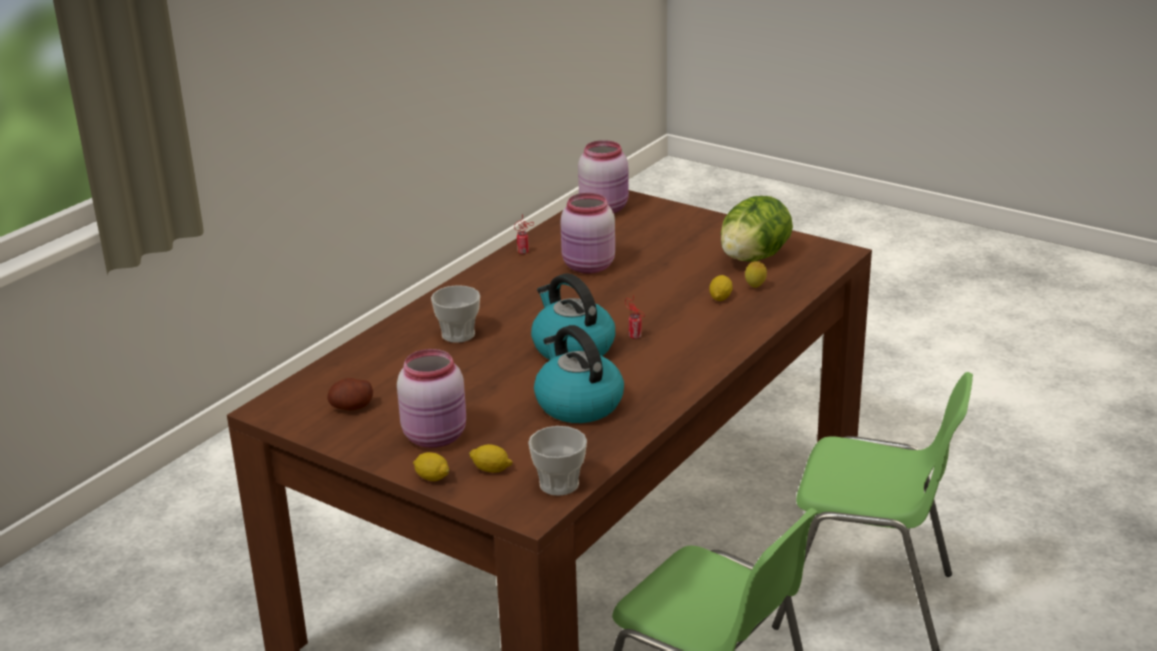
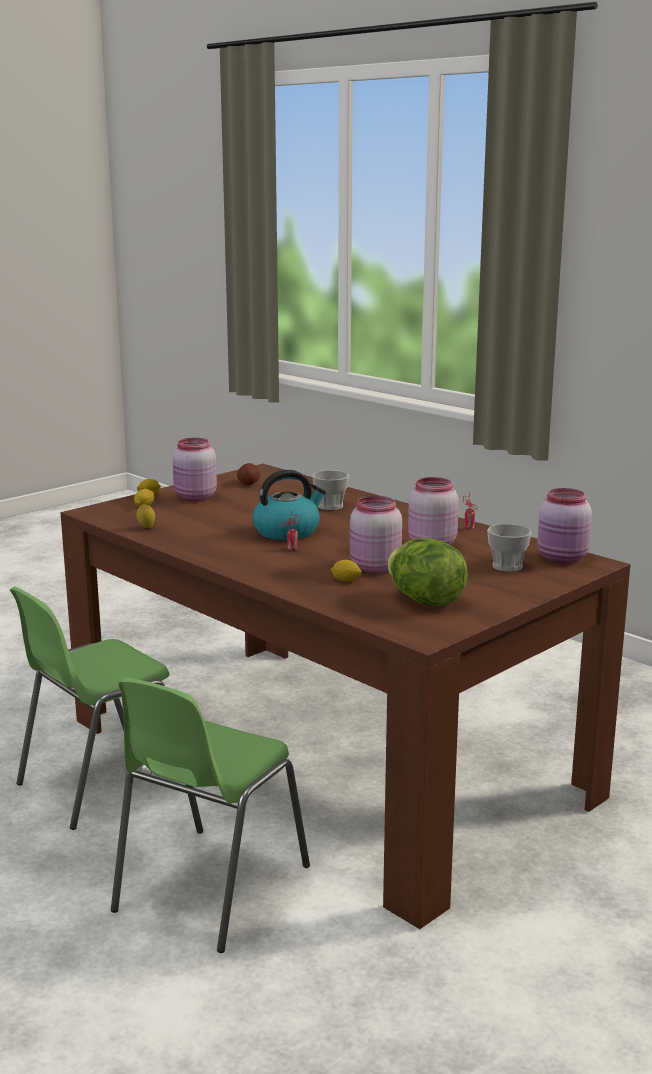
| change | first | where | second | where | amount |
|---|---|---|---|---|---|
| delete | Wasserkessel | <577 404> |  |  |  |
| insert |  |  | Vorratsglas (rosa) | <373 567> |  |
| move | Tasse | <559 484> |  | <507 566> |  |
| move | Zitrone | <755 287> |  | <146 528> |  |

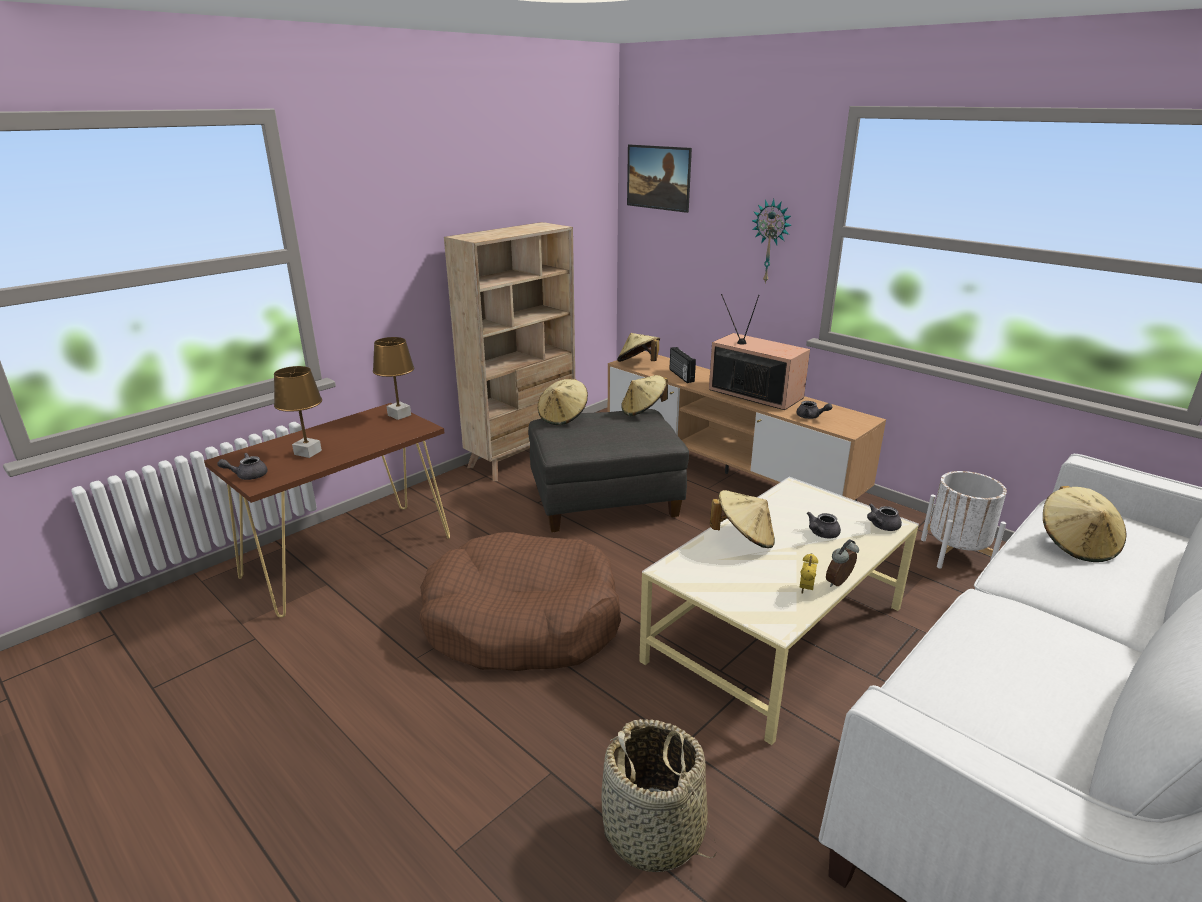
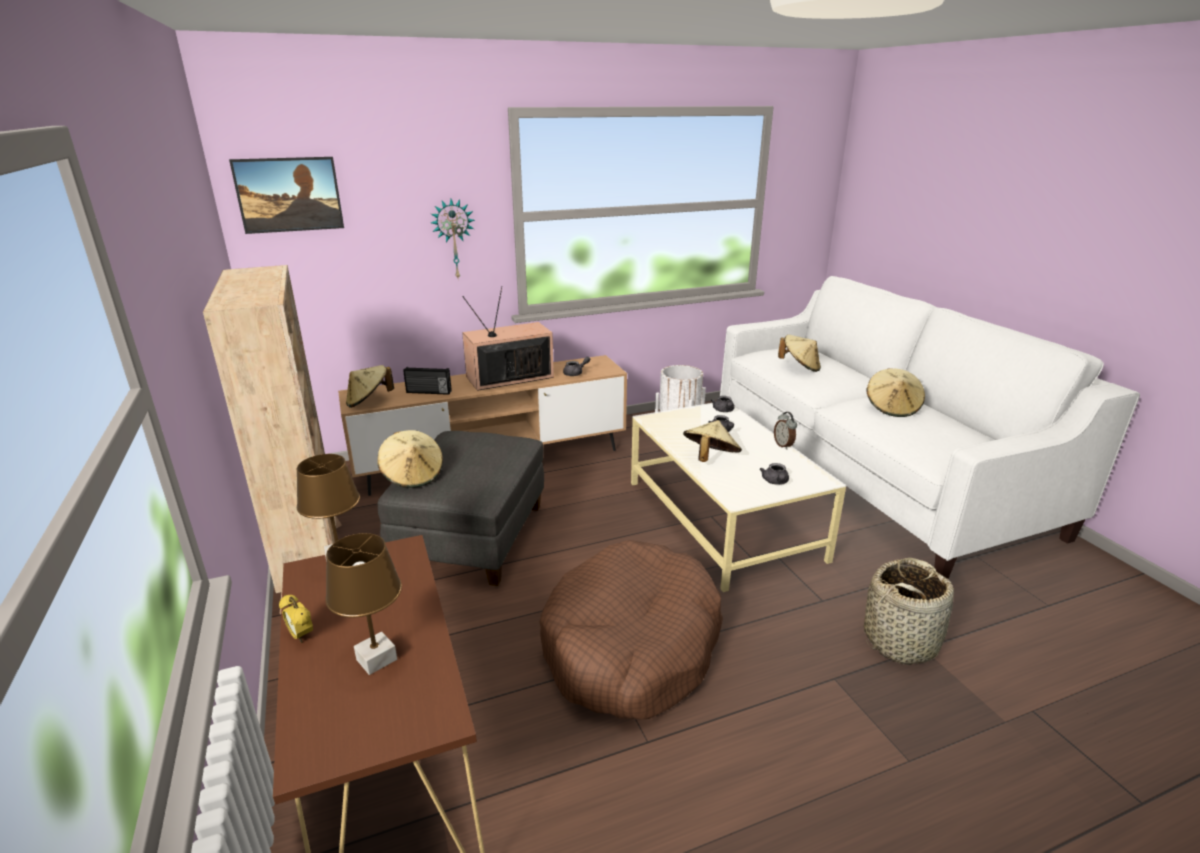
| change | first | where | second | where | amount |
|---|---|---|---|---|---|
| move | Teekanne (grau) | <247 475> |  | <775 482> |  |
| move | Hut (beige) | <643 410> |  | <892 408> |  |
| move | Wecker | <806 589> |  | <301 636> |  |

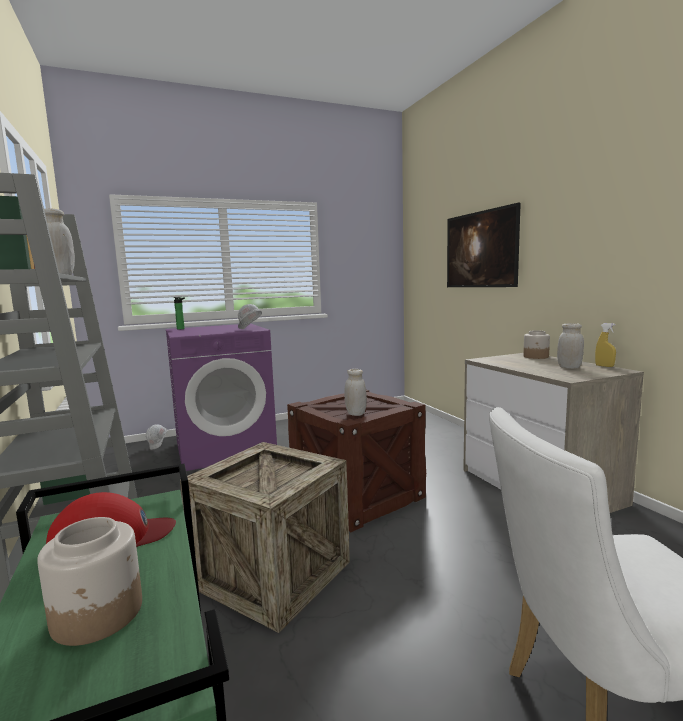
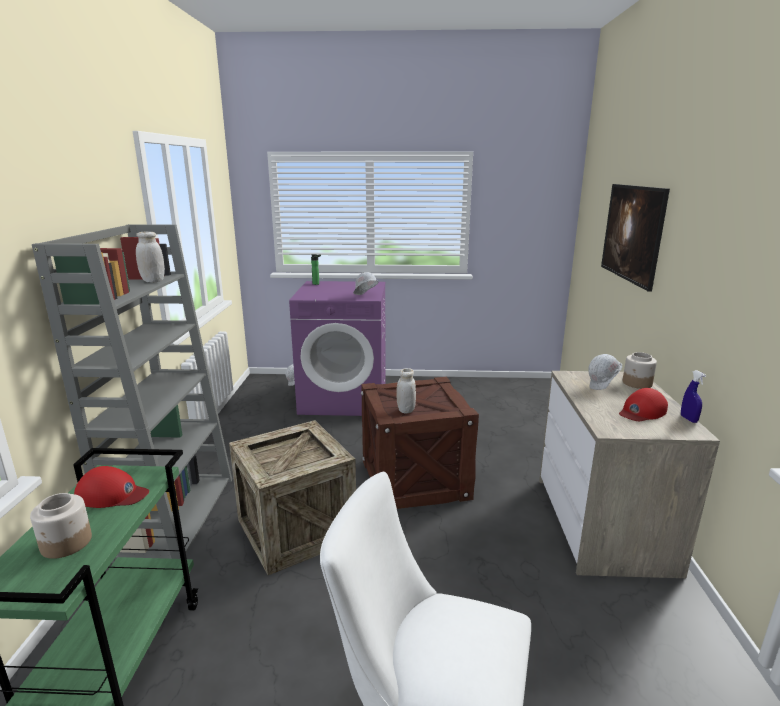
| change | first | where | second | where | amount |
|---|---|---|---|---|---|
| insert |  |  | Schutzhelm (weiß) | <602 388> |  |
| replace | Vorratsglas (weiß) | <569 367> | Kappe (rot) | <642 411> |  |
| recolor | Sprühflasche (gelb) | <604 366> | Sprühflasche (blau) | <688 419> |  |

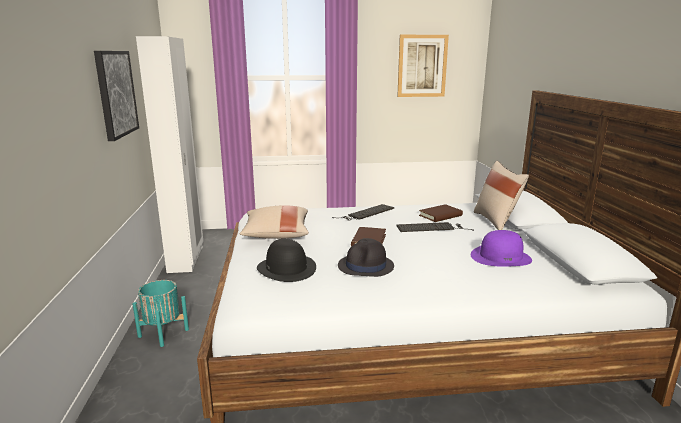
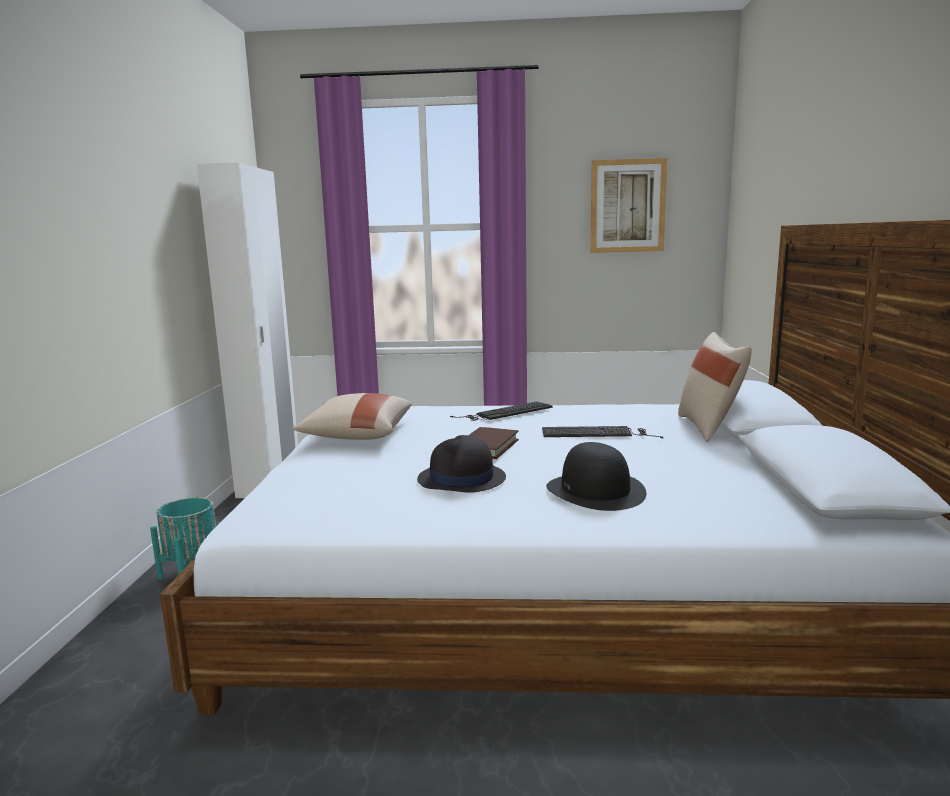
| change | first | where | second | where | amount |
|---|---|---|---|---|---|
| delete | Bild | <115 93> |  |  |  |
| delete | Buch (braun) | <440 215> |  |  |  |
| delete | Hut (lila) | <501 257> |  |  |  |
| move | Hut (schwarz) | <286 268> |  | <595 491> |  |

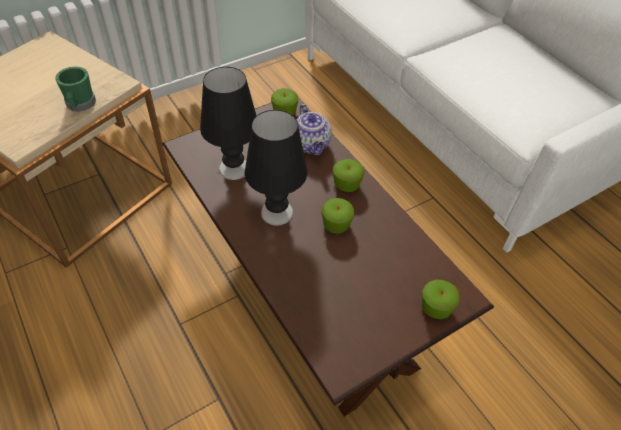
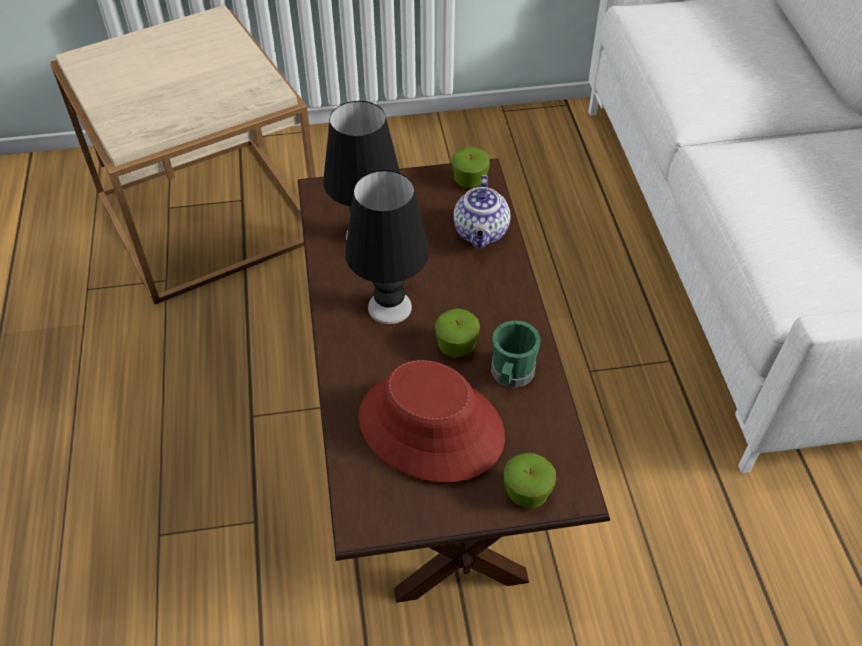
| change | first | where | second | where | amount |
|---|---|---|---|---|---|
| delete | Apfel | <346 185> |  |  |  |
| insert |  |  | Hut (rot) | <430 427> |  |
| move | Henkelbecher (grün) | <80 105> |  | <511 374> |  |

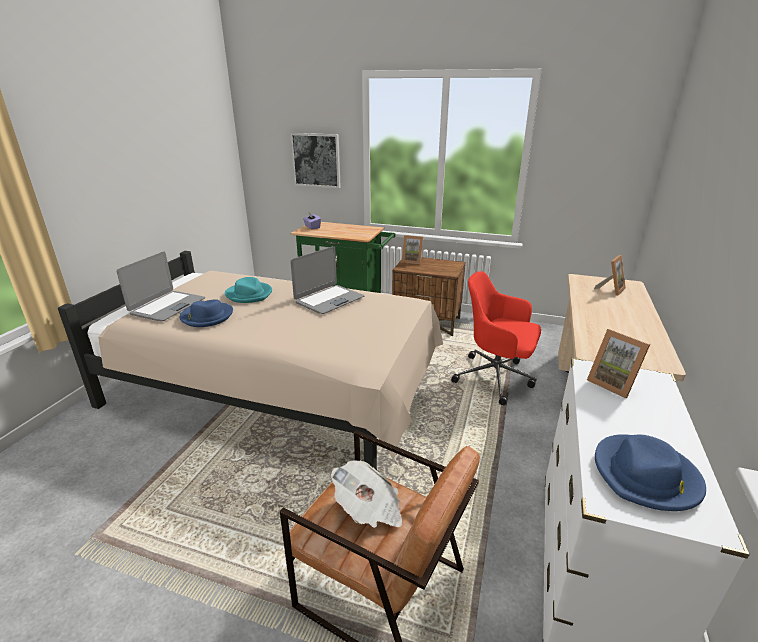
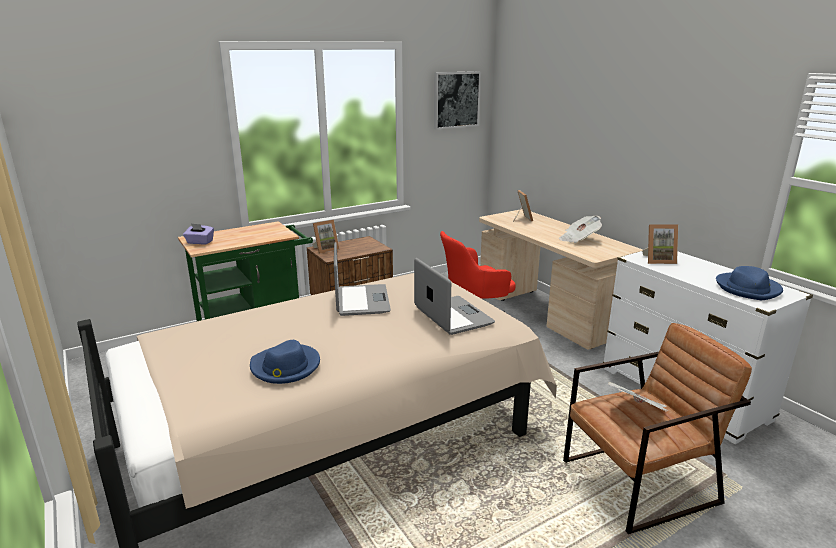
| change | first | where | second | where | amount |
|---|---|---|---|---|---|
| delete | Hut (türkis) | <249 294> |  |  |  |
| insert |  |  | Zeitung | <579 239> |  |
| move | Laptop | <167 306> |  | <452 316> |  |
| move | Bild | <316 160> |  | <456 100> |  |

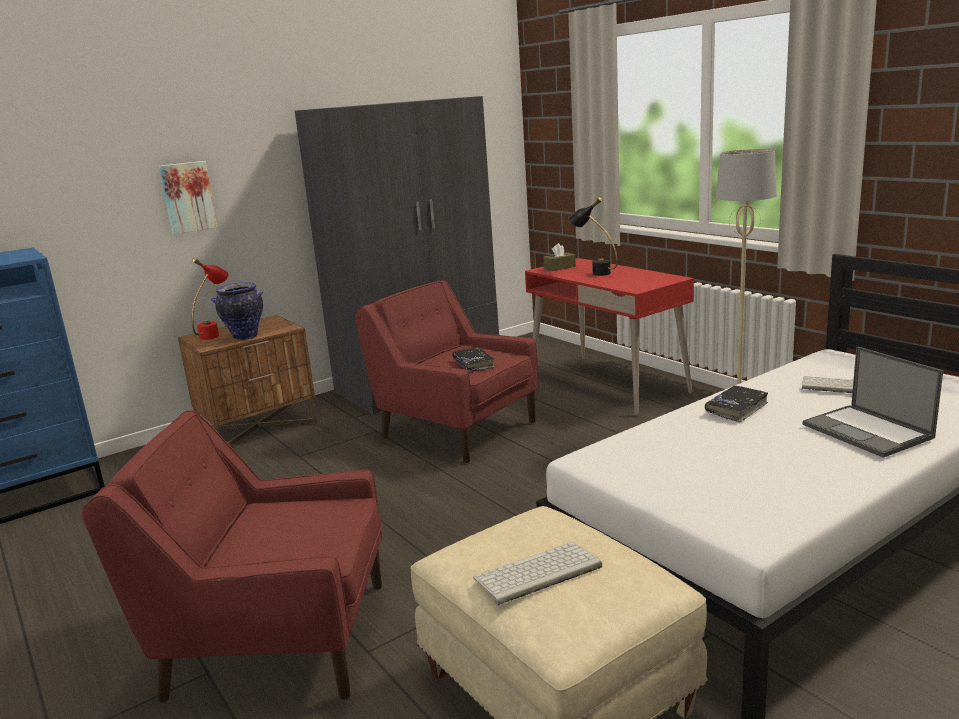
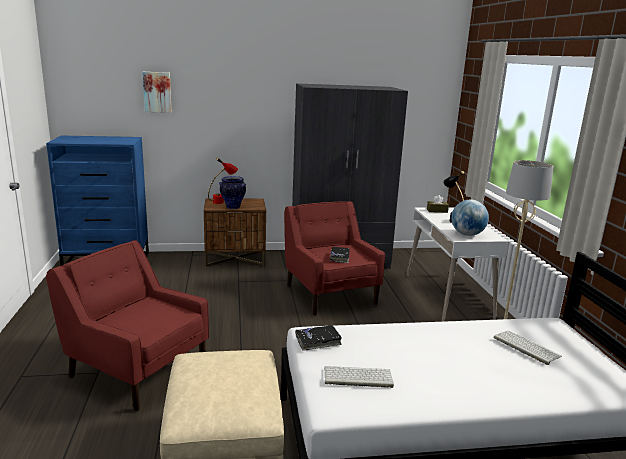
| change | first | where | second | where | amount |
|---|---|---|---|---|---|
| delete | Laptop | <868 431> |  |  |  |
| insert |  |  | Globus | <467 234> |  |
| move | Bild | <187 197> |  | <157 92> |  |
| move | Tastatur | <537 574> |  | <357 377> |  |
| move | Buch (schwarz) | <736 409> |  | <318 341> |  |
| recolor | Schreibtisch (rot) | <607 384> | Schreibtisch (weiß) | <447 296> |  |

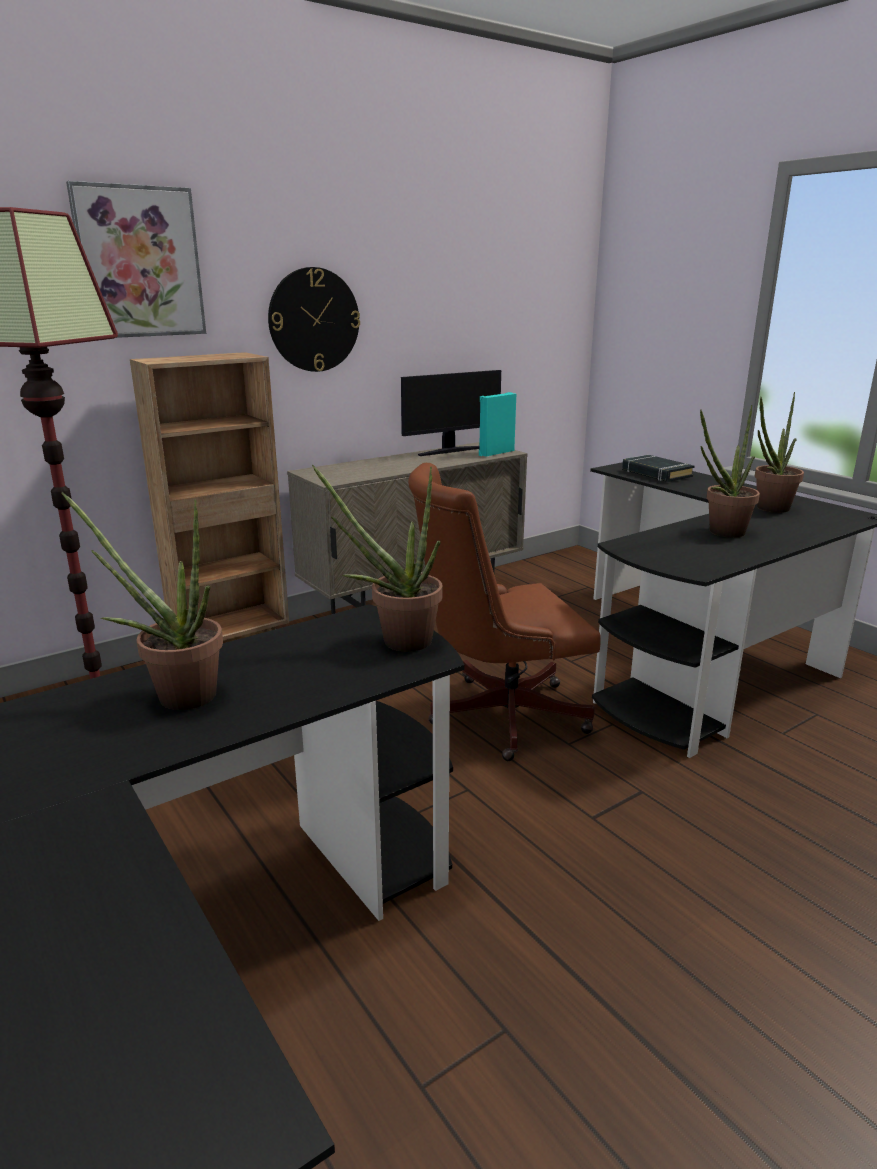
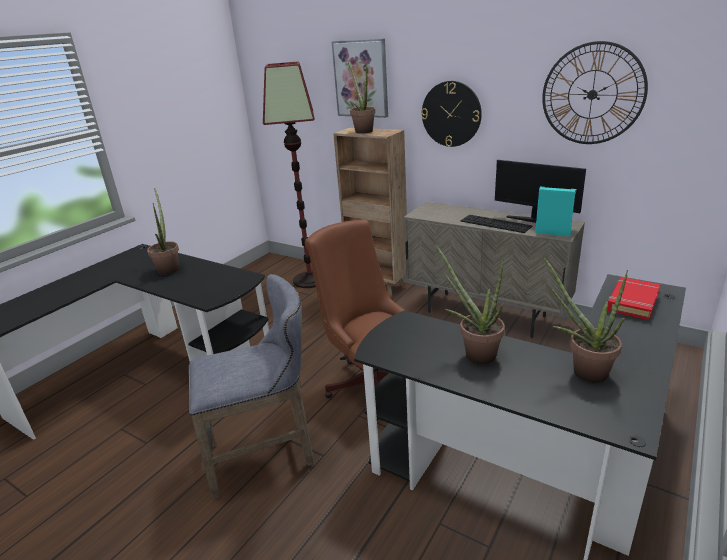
| change | first | where | second | where | amount |
|---|---|---|---|---|---|
| insert |  |  | Hocker (grau) | <267 455> |  |
| insert |  |  | Tastatur | <495 224> |  |
| insert |  |  | Wanduhr | <592 94> |  |
| move | Topfpflanze | <396 641> |  | <362 131> |  |
| recolor | Buch (schwarz) | <656 473> | Buch (rot) | <632 302> |  |

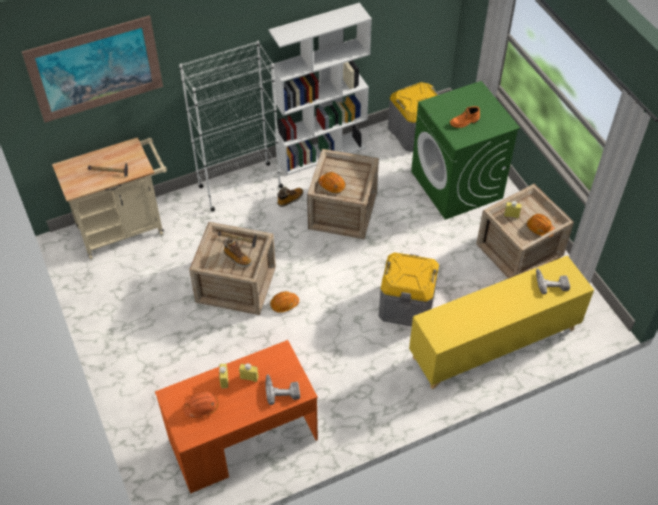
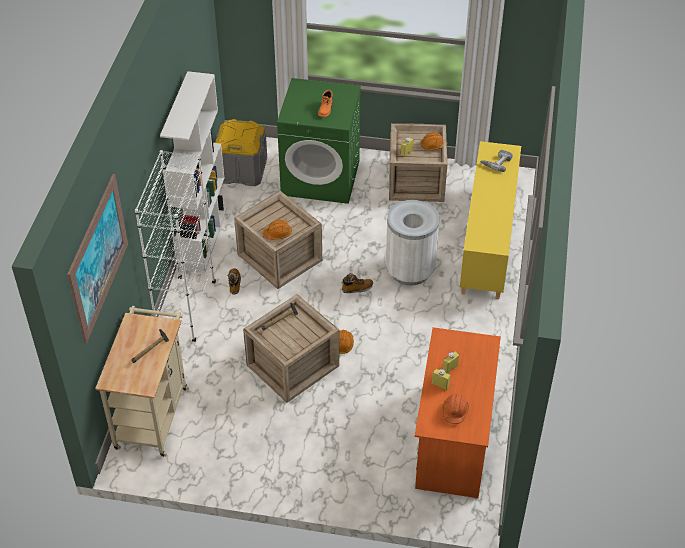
| change | first | where | second | where | amount |
|---|---|---|---|---|---|
| delete | Bohrmaschine | <282 389> |  |  |  |
| move | Stiefel | <237 258> |  | <357 288> |  |
| replace | Aufbewahrungsbox (grau) | <406 305> | Mülleimer (weiß) | <410 271> |  |

